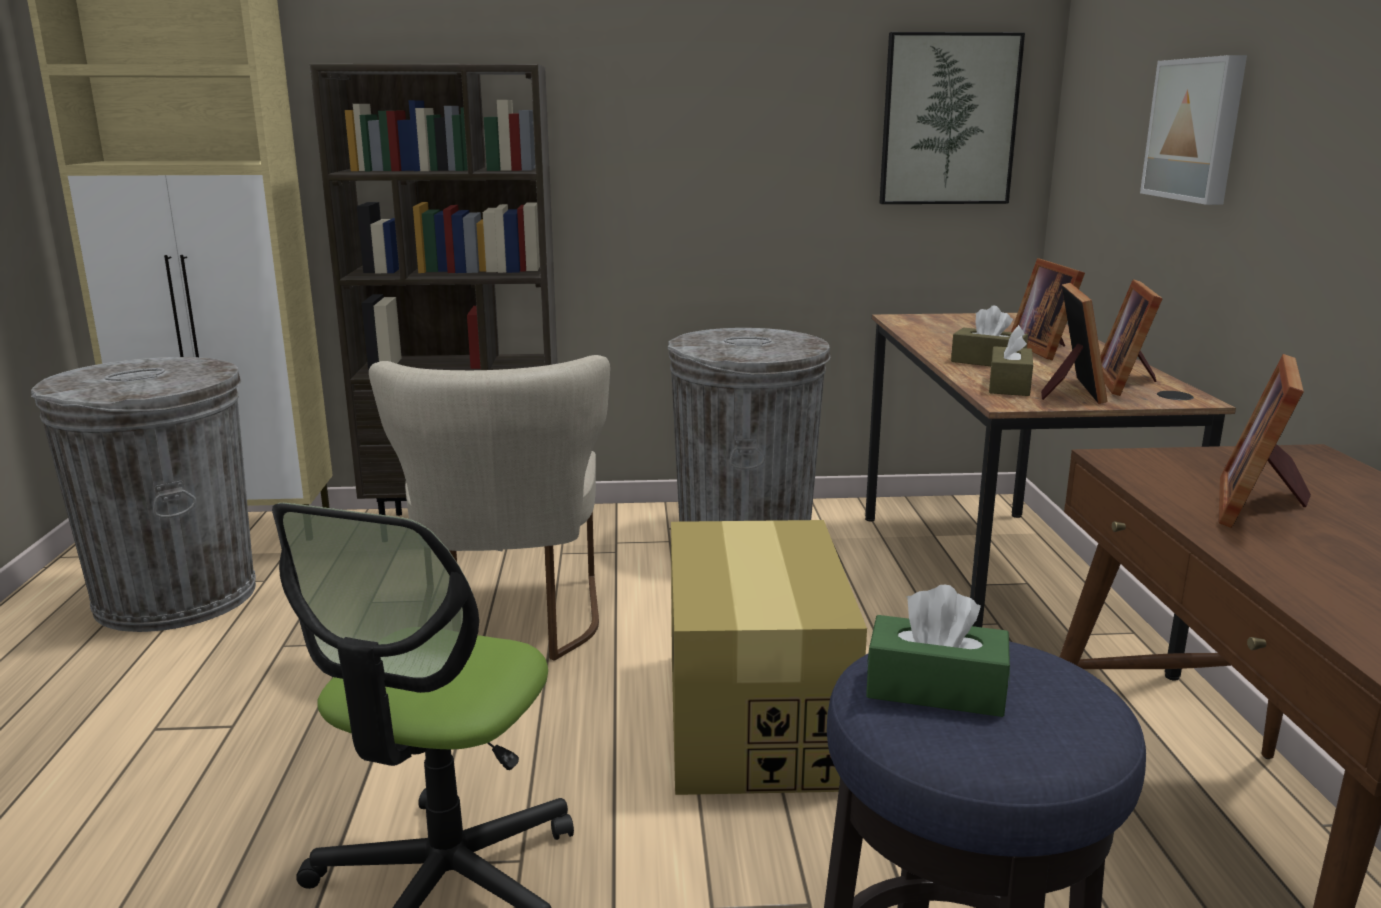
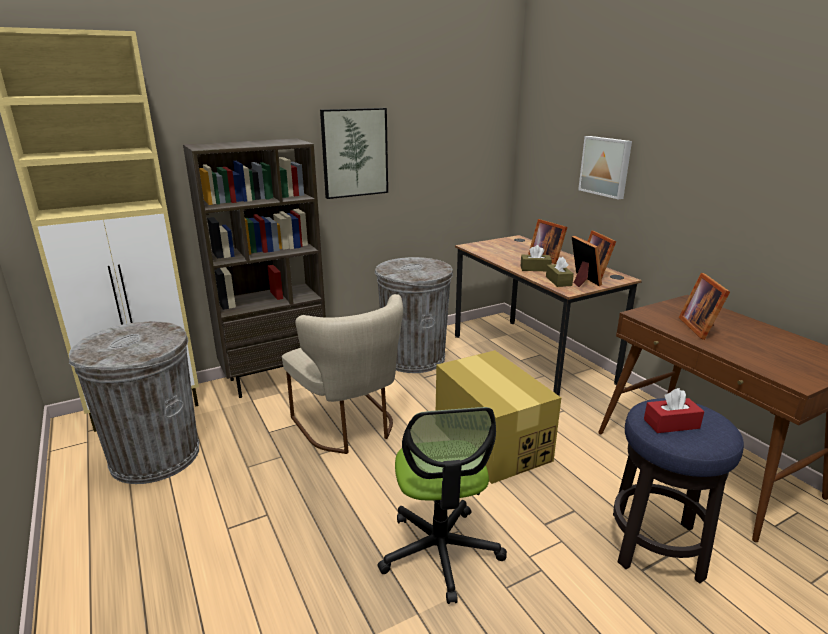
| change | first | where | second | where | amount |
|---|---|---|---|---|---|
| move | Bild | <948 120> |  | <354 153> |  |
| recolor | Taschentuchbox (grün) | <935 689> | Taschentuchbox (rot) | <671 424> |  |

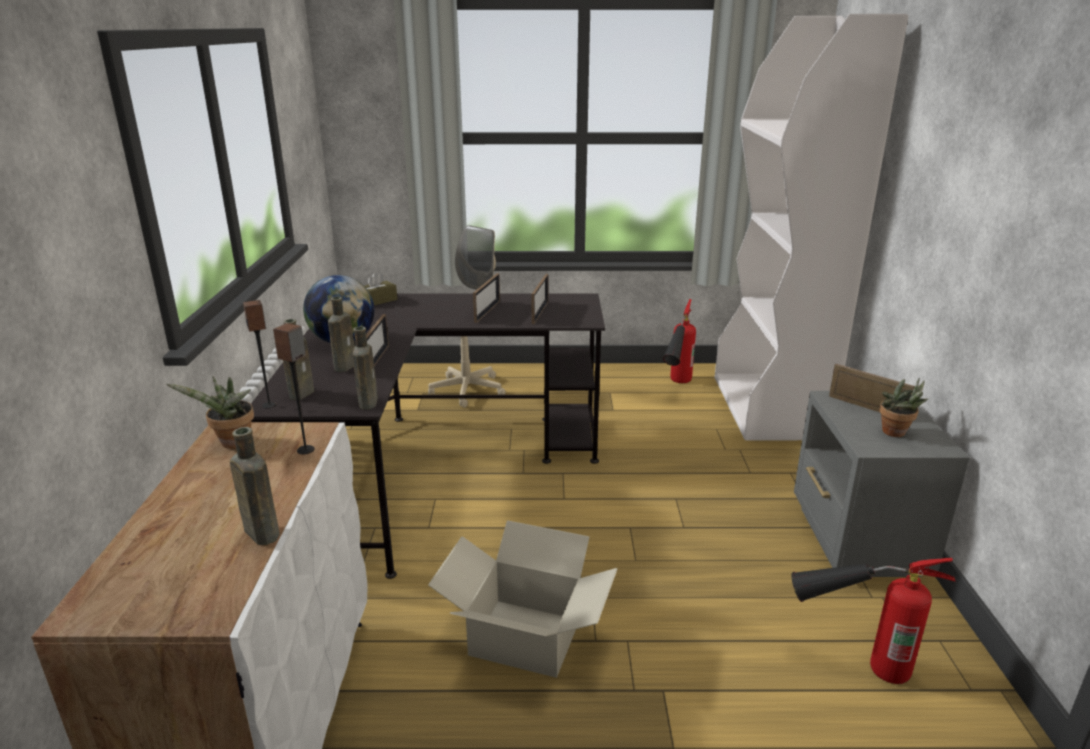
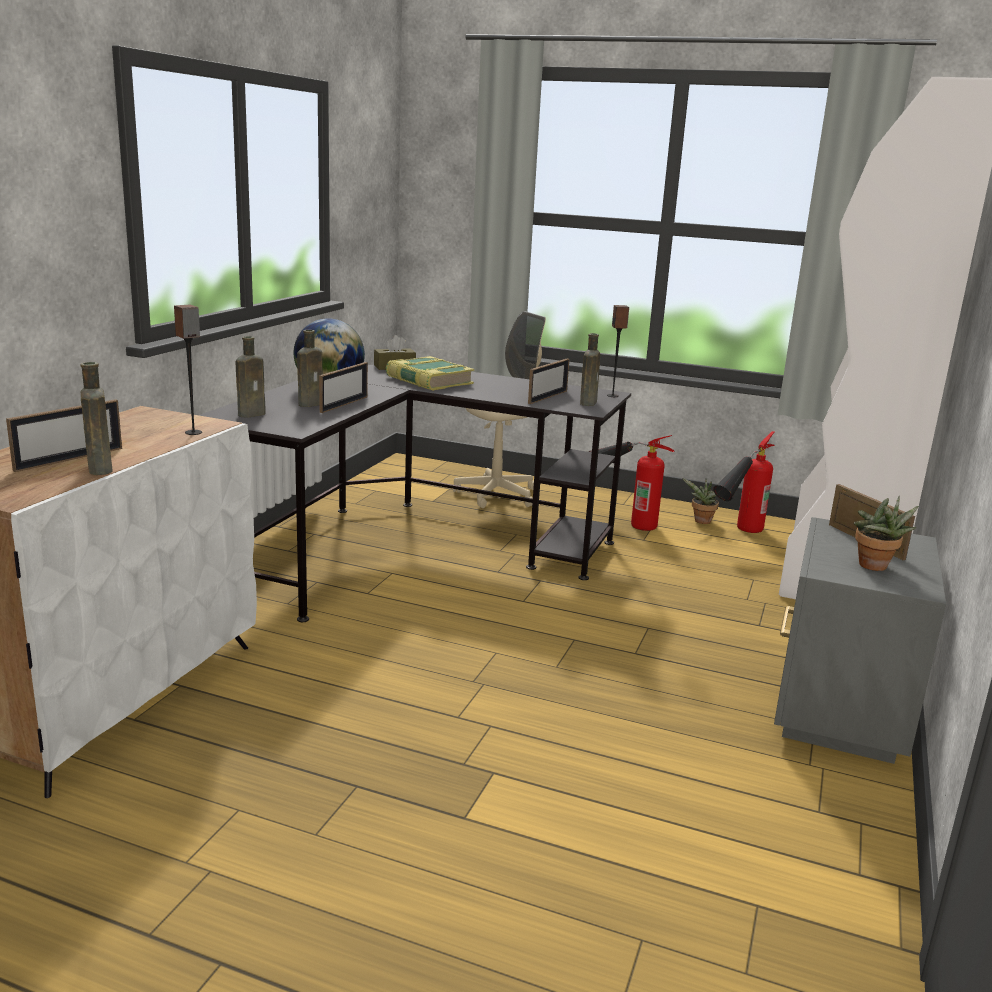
| change | first | where | second | where | amount |
|---|---|---|---|---|---|
| delete | Karton | <525 636> |  |  |  |
| insert |  |  | Buch | <428 381> |  |
| move | Topfpflanze | <232 444> |  | <701 522> |  |
| move | Lautsprecher | <270 405> |  | <613 396> |  |
| move | Flasche (braun) | <368 402> |  | <588 402> |  |
| move | Bilderrahmen | <487 311> |  | <69 459> |  |
| move | Feuerlöscher | <851 661> |  | <623 519> |  |

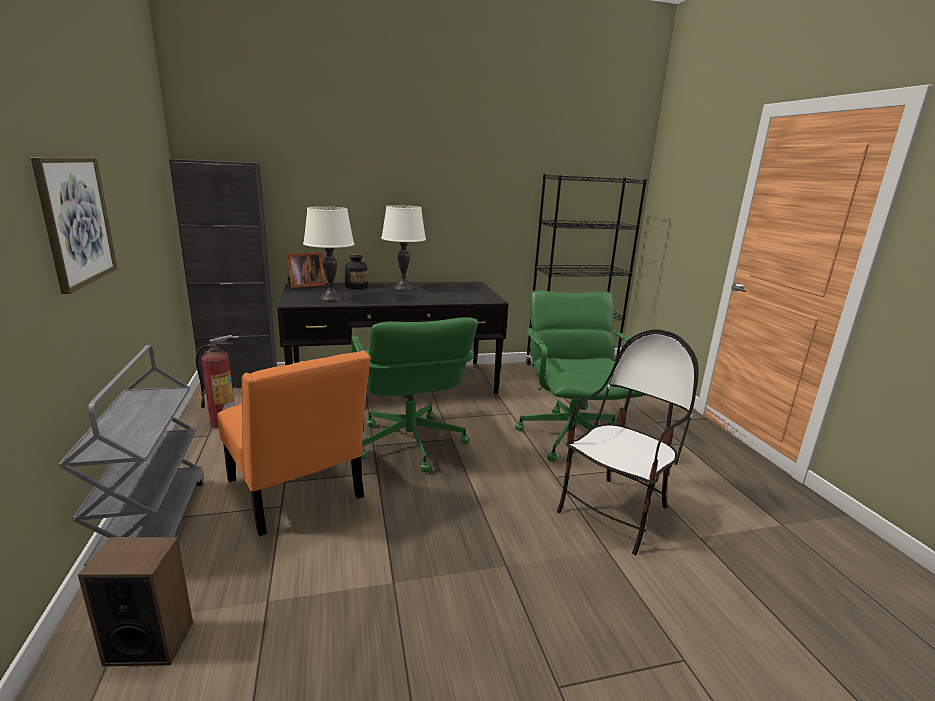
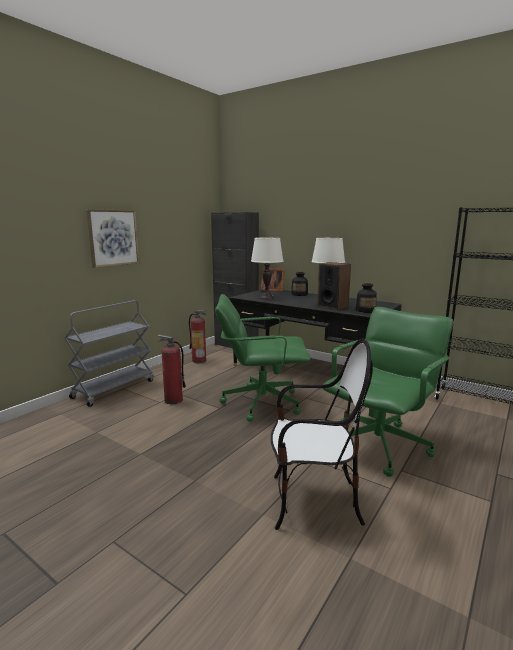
| change | first | where | second | where | amount |
|---|---|---|---|---|---|
| insert |  |  | Flasche | <365 310> |  |
| move | Lautsprecher | <149 643> |  | <332 306> |  |
| replace | Stuhl (orange) | <297 493> | Feuerlöscher | <173 400> |  |
| rotate | Bürostuhl (grün) | <409 444> |  | <261 402> | 60 degrees clockwise |

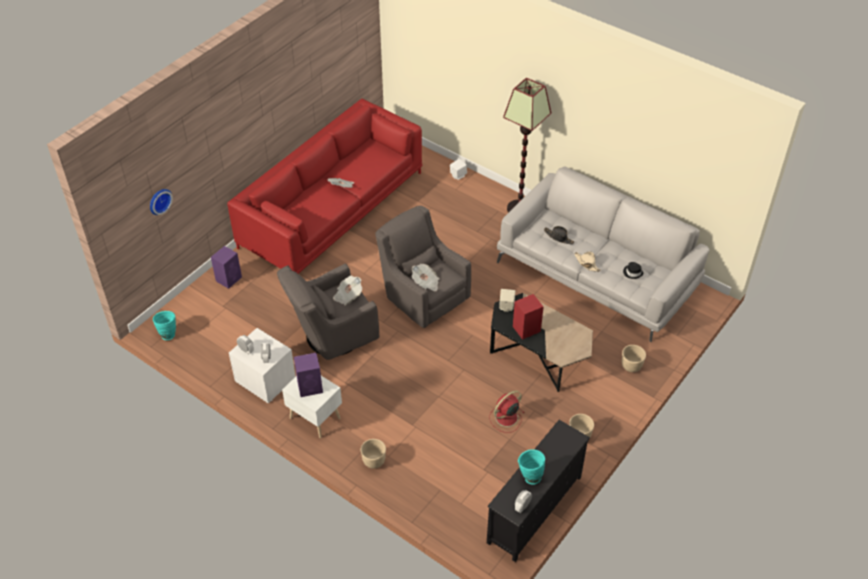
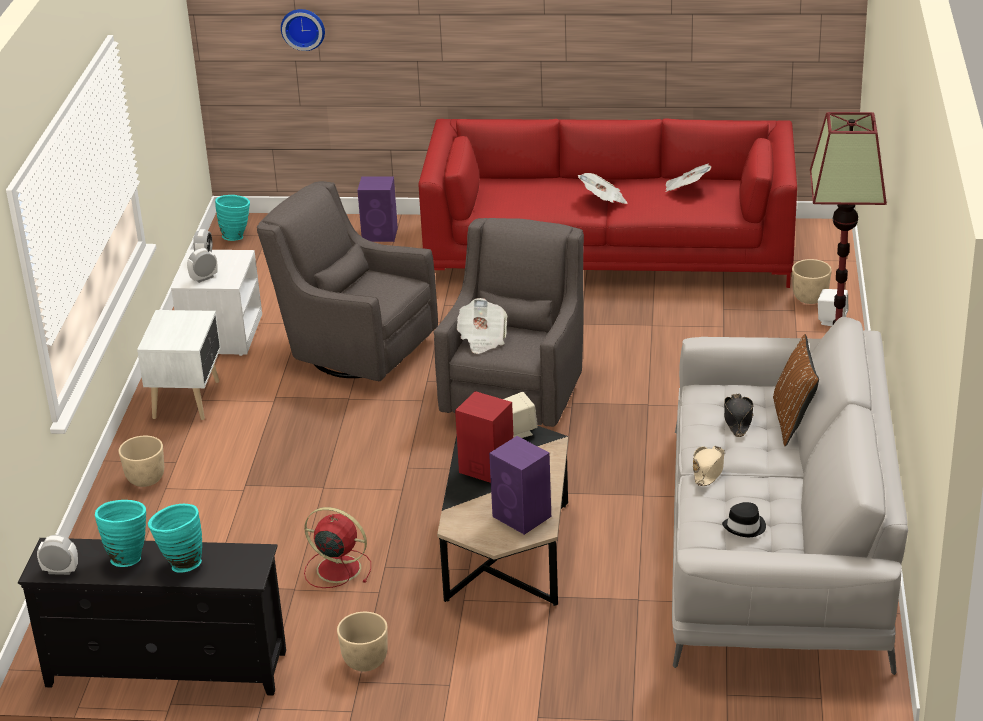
| change | first | where | second | where | amount |
|---|---|---|---|---|---|
| insert |  |  | Vase (türkis) | <180 563> |  |
| insert |  |  | Kissen (braun) | <793 421> |  |
| move | Lautsprecher (lila) | <310 387> |  | <523 517> |  |
| move | Zeitung | <347 296> |  | <686 189> |  |
| move | Pflanzkübel (beige) | <631 366> |  | <810 299> |  |

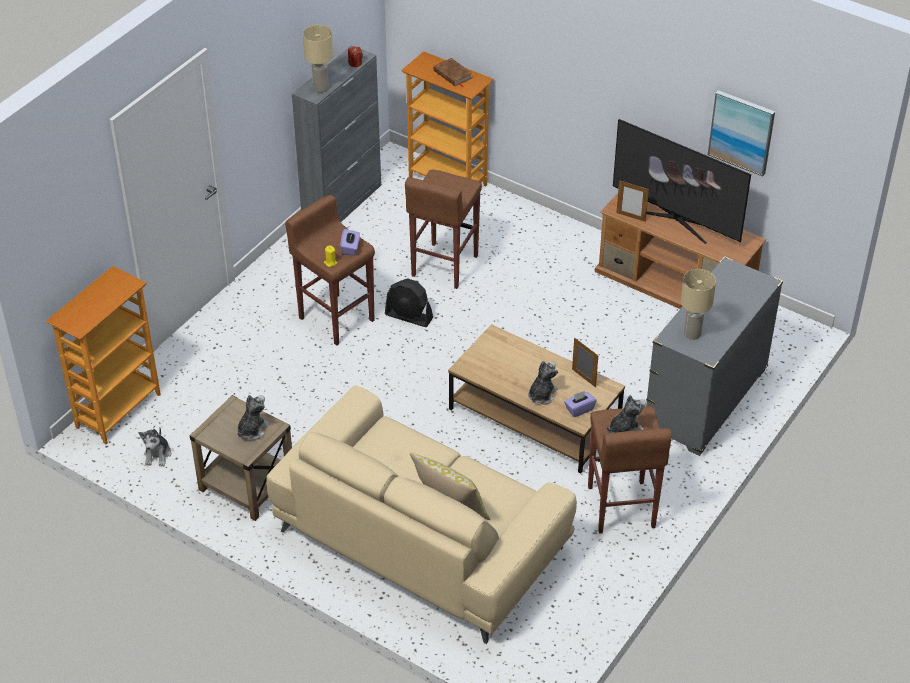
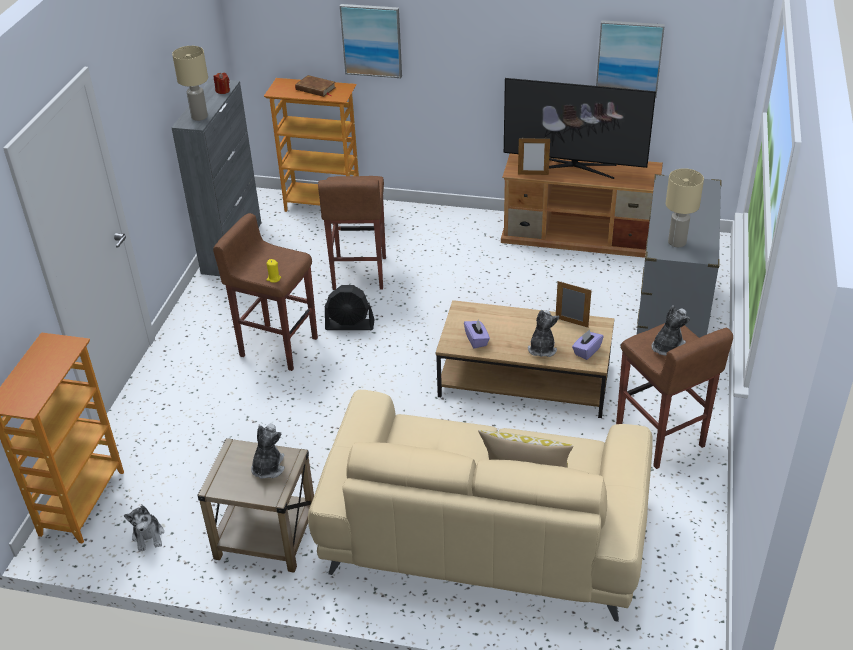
| change | first | where | second | where | amount |
|---|---|---|---|---|---|
| insert |  |  | Bild | <372 40> |  |
| move | Taschentuchbox (lila) | <350 248> |  | <476 340> |  |

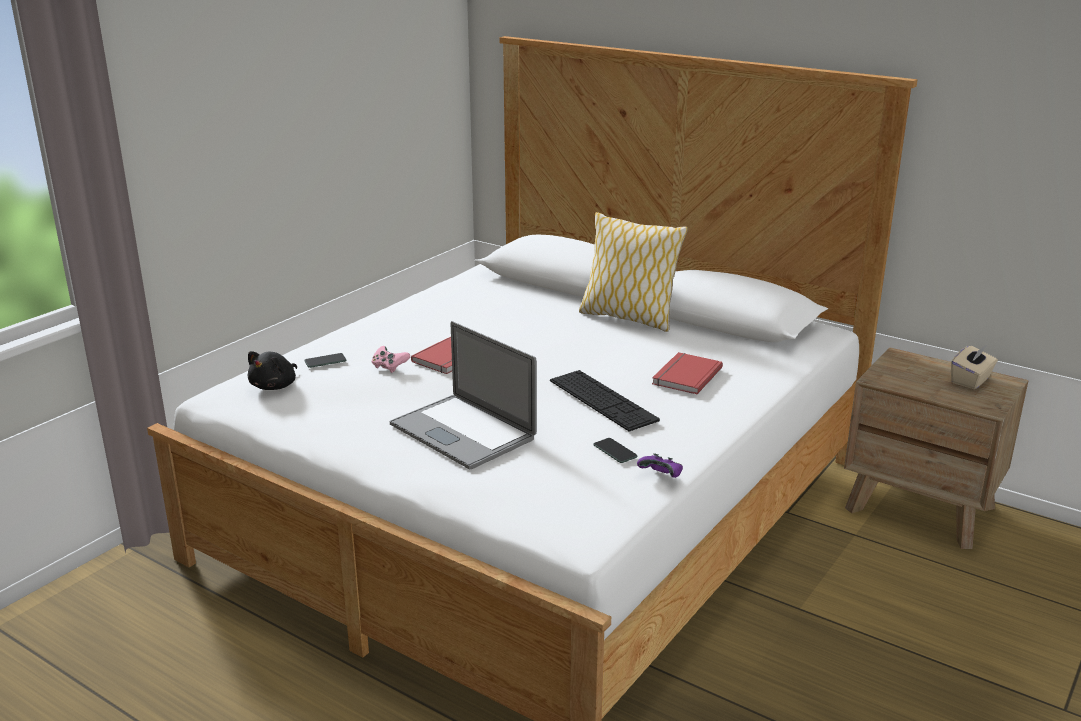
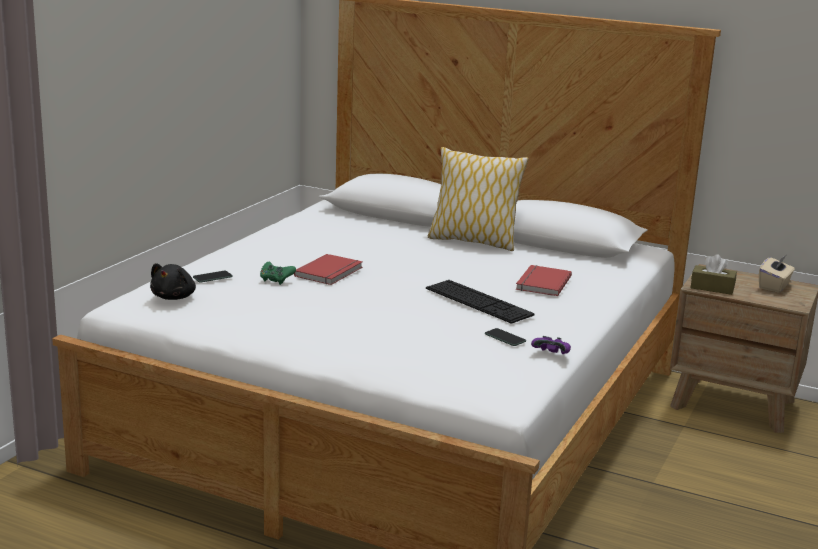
| change | first | where | second | where | amount |
|---|---|---|---|---|---|
| delete | Laptop | <462 431> |  |  |  |
| insert |  |  | Taschentuchbox (braun) | <712 288> |  |
| recolor | Gamepad (rosa) | <389 367> | Gamepad (grün) | <276 280> |  |

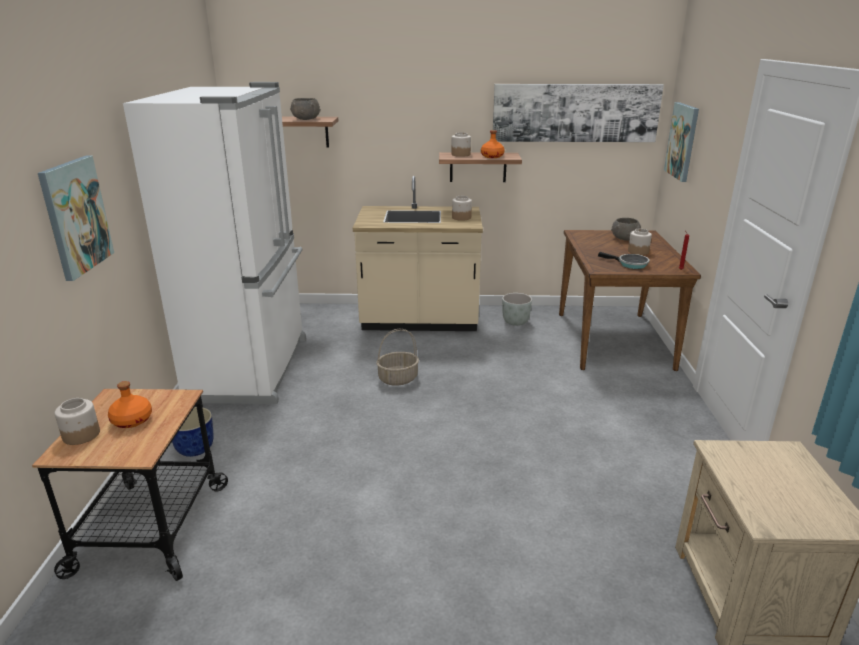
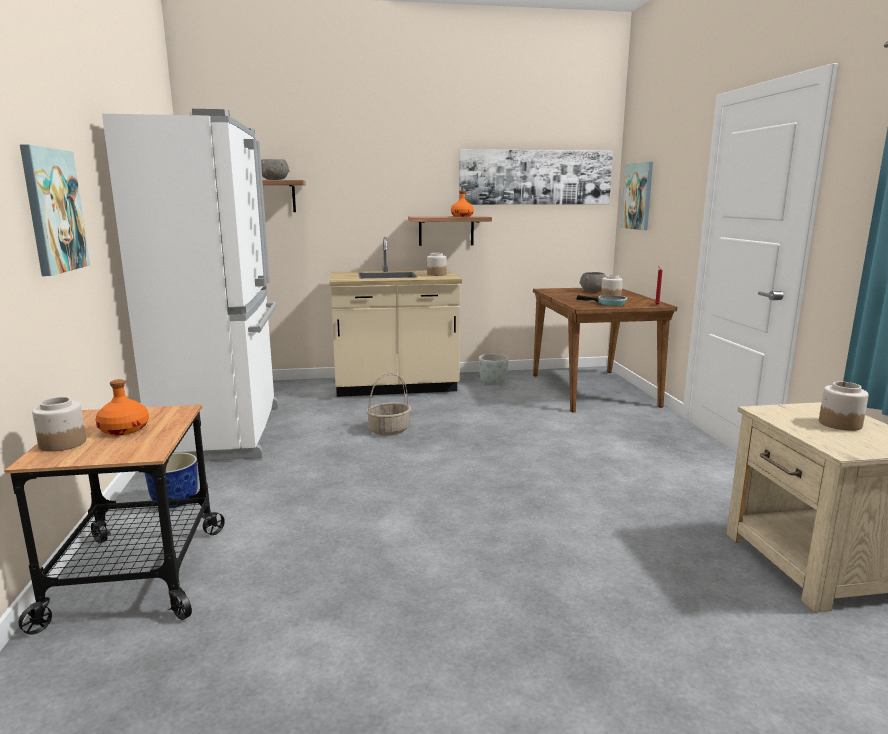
| change | first | where | second | where | amount |
|---|---|---|---|---|---|
| move | Vorratsglas | <461 154> |  | <839 424> |  |

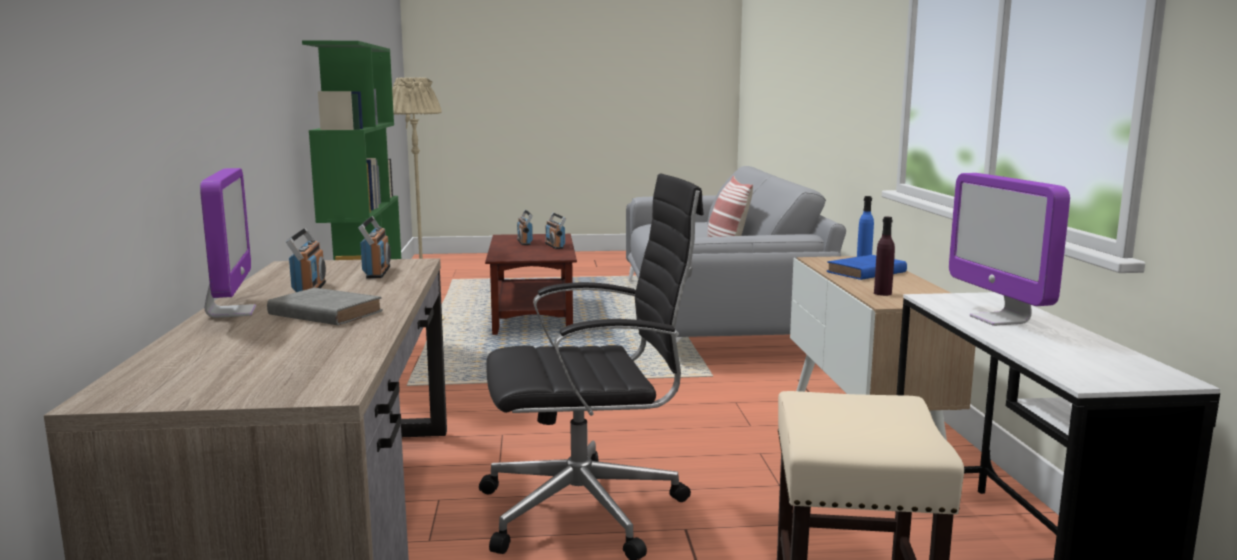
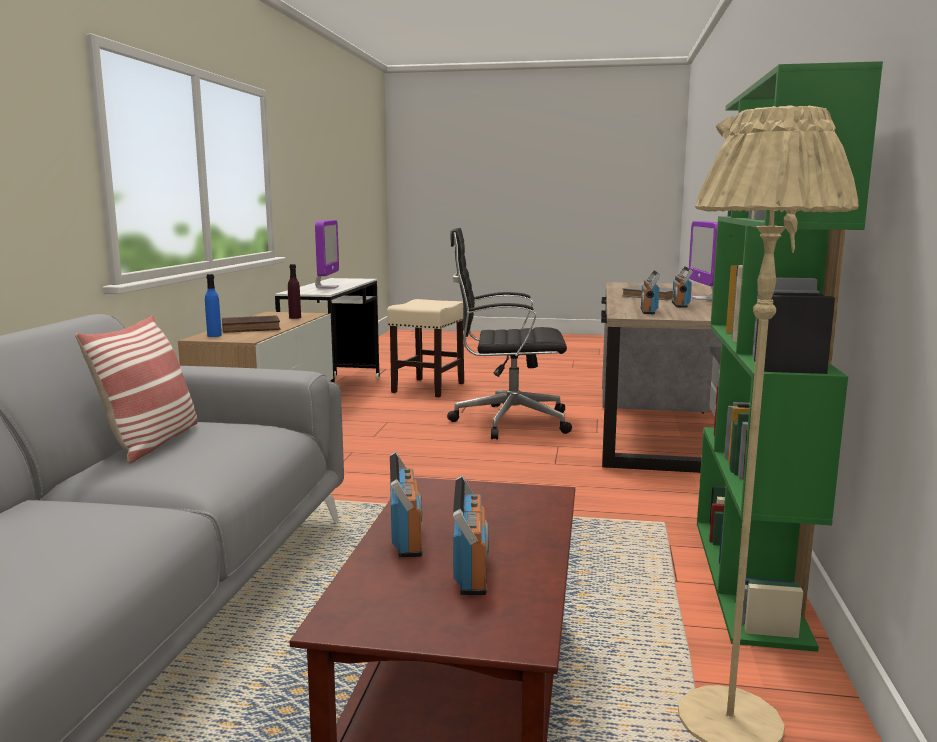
| change | first | where | second | where | amount |
|---|---|---|---|---|---|
| recolor | Buch (blau) | <864 272> | Buch (braun) | <253 328> |  |

